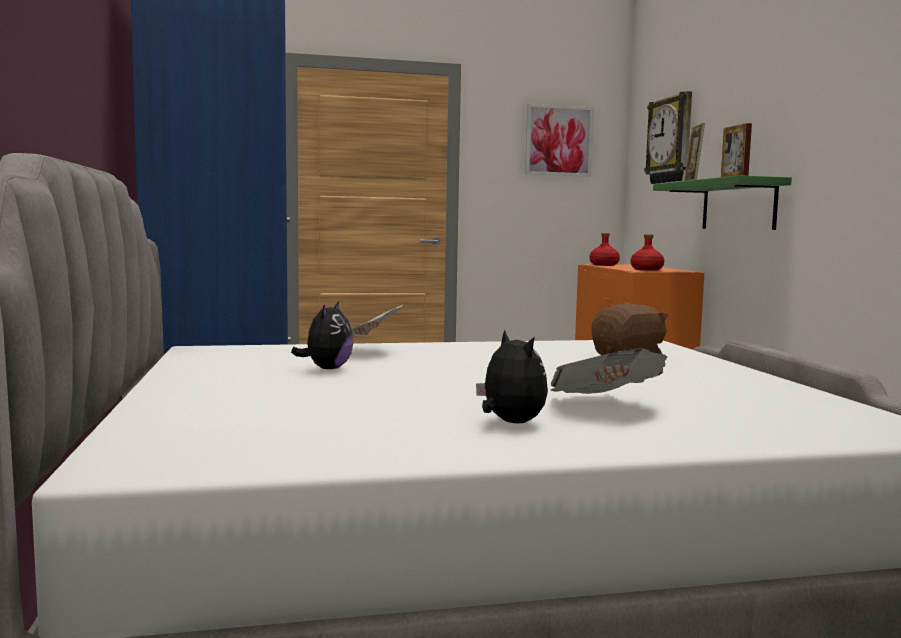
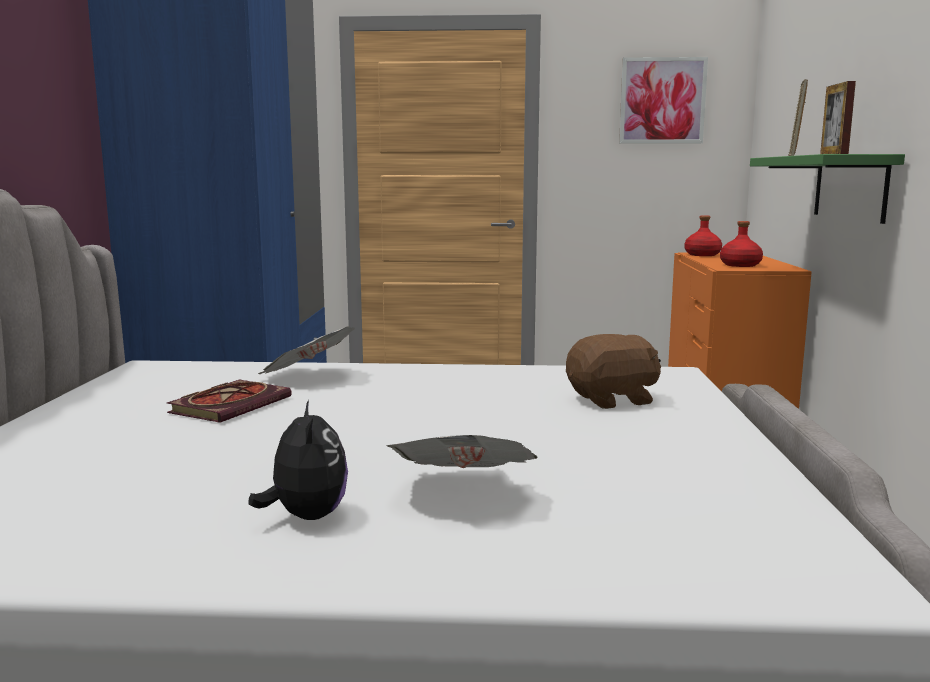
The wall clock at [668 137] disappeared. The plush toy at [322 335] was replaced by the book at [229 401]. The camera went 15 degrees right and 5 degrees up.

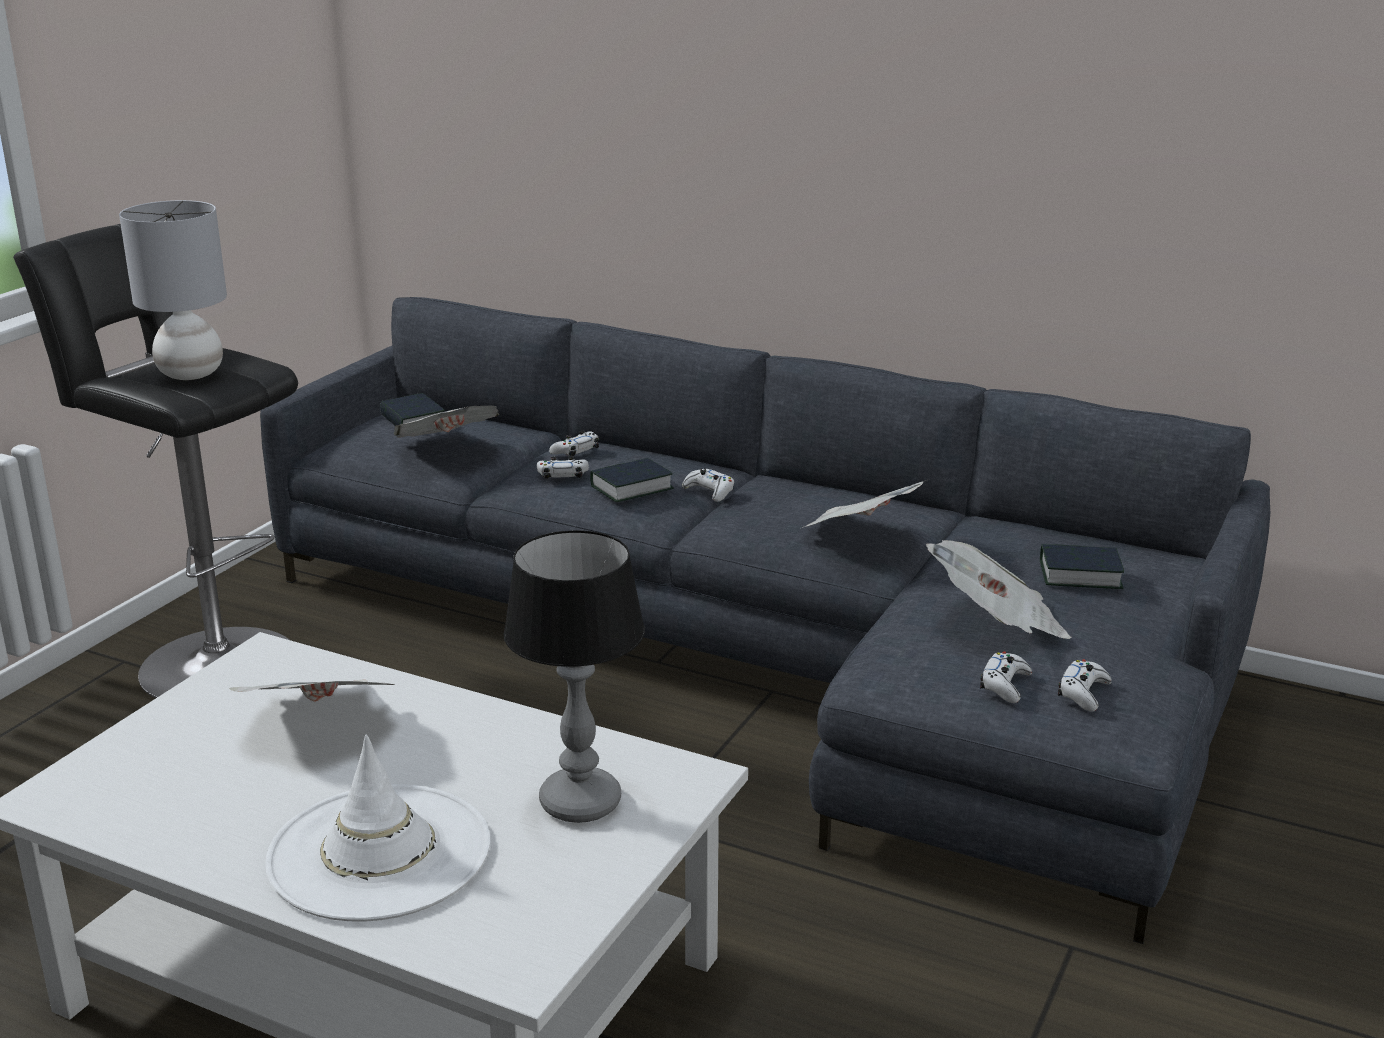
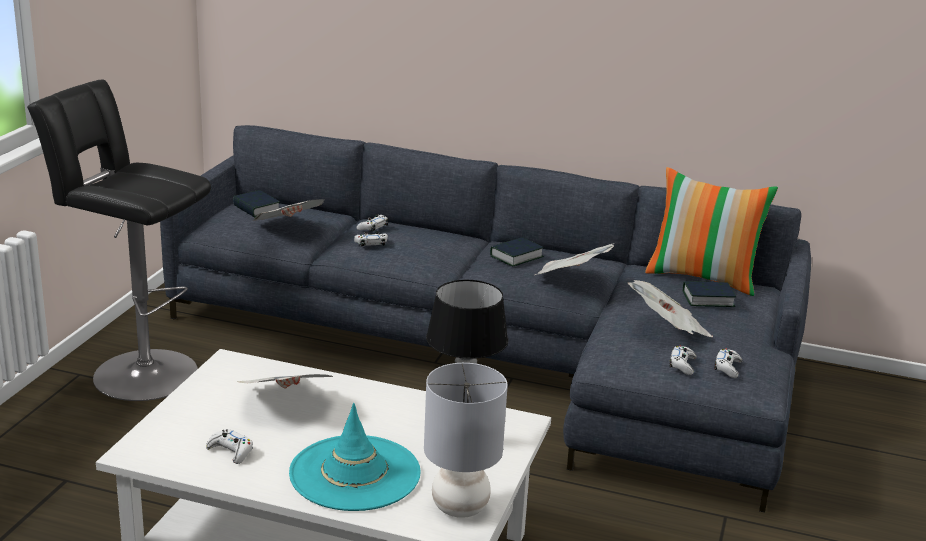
The pillow at [711 231] appeared. The table lamp/grey moved from [173 290] to [466 440]. The book moved from [632 480] to [517 251]. The game controller/white moved from [708 485] to [229 446]. The hat/white at [377 828] became the hat/turquoise at [355 457]. The camera went 10 degrees left and 0 degrees up.

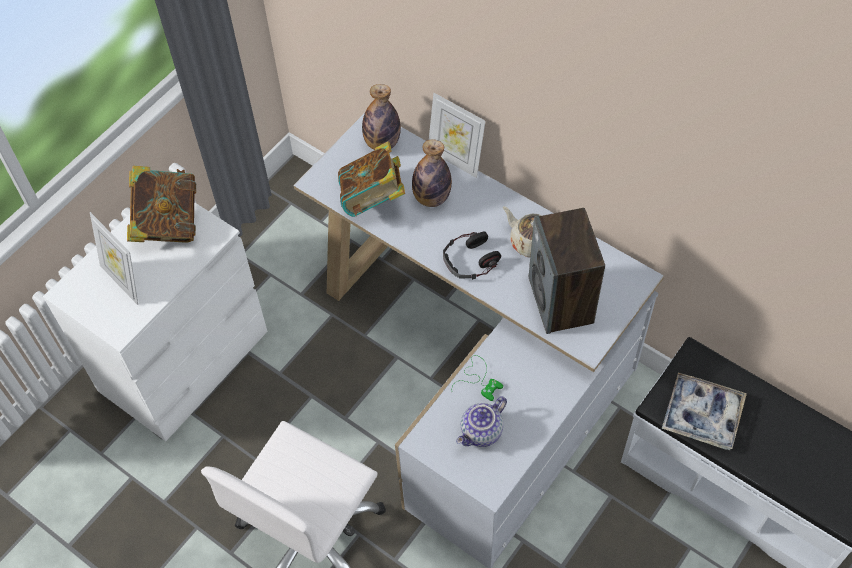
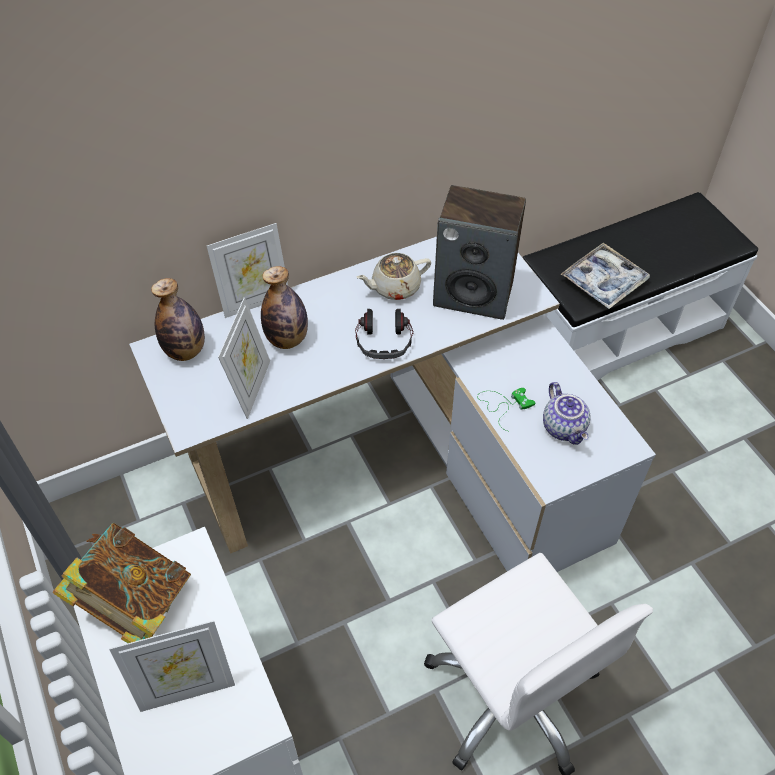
The book at [371 179] was replaced by the picture frame at [244 358]. The camera went 65 degrees left and 5 degrees down.

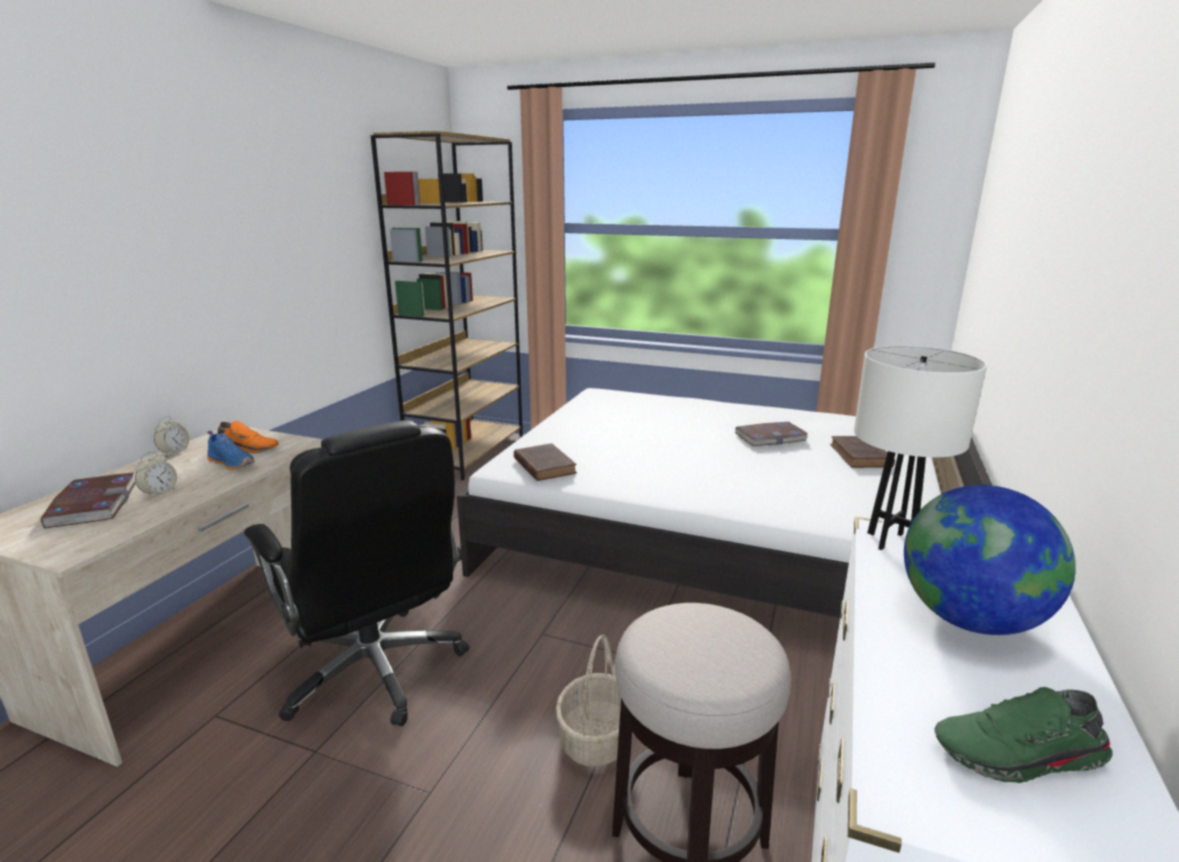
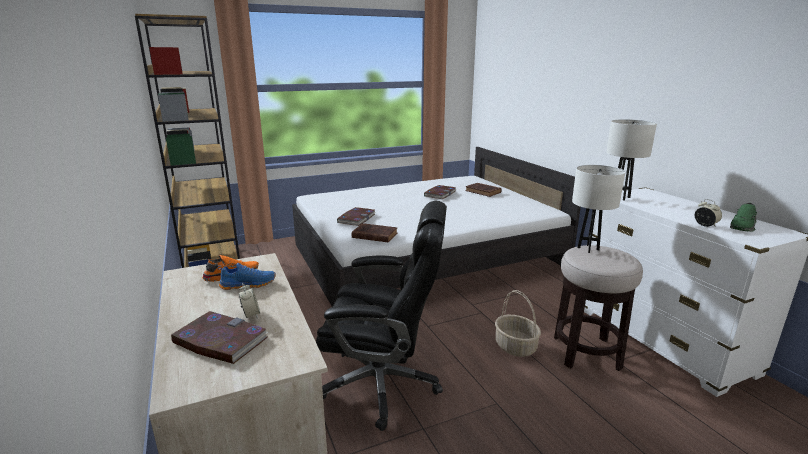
The globe at [990 560] disappeared. The book at [356 216] appeared. The table lamp/white at [598 209] appeared. The alarm clock moved from [171 436] to [708 213]. The camera went 45 degrees left and 0 degrees up.

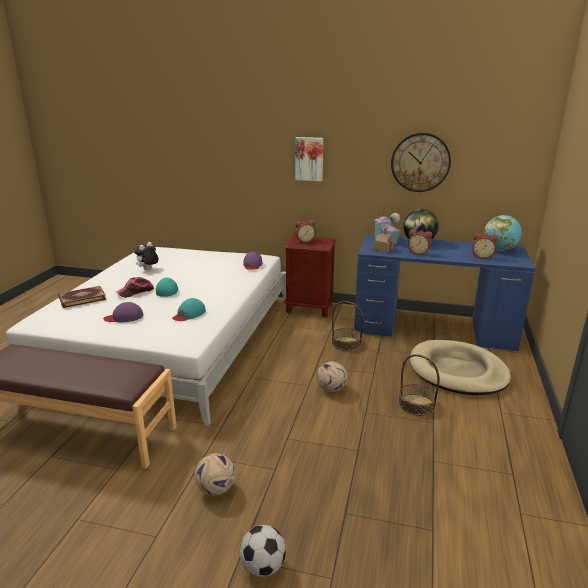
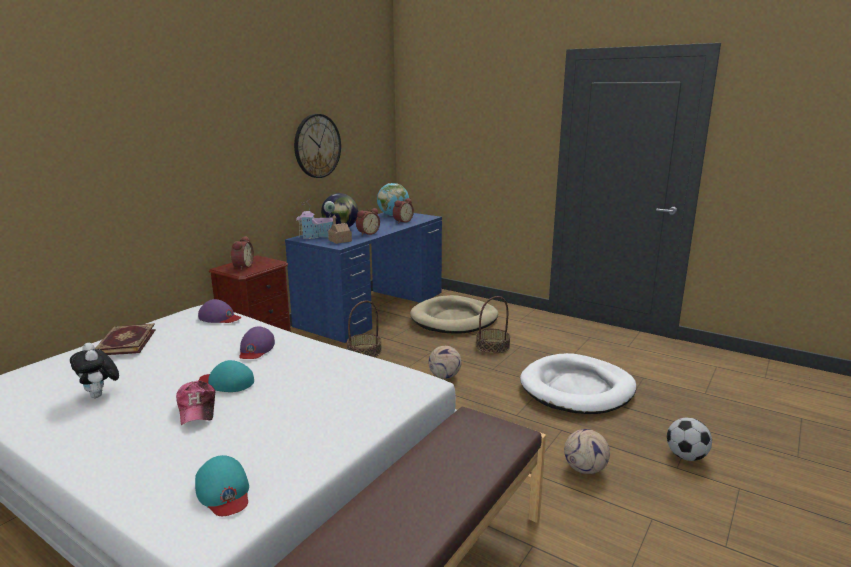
The picture at [309 159] disappeared. The dog bed/white at [578 383] appeared. The book moved from [82 297] to [125 339]. The cap/purple moved from [123 312] to [257 342]. The cap/turquoise moved from [189 309] to [222 485]. The camera went 70 degrees left and 5 degrees down.

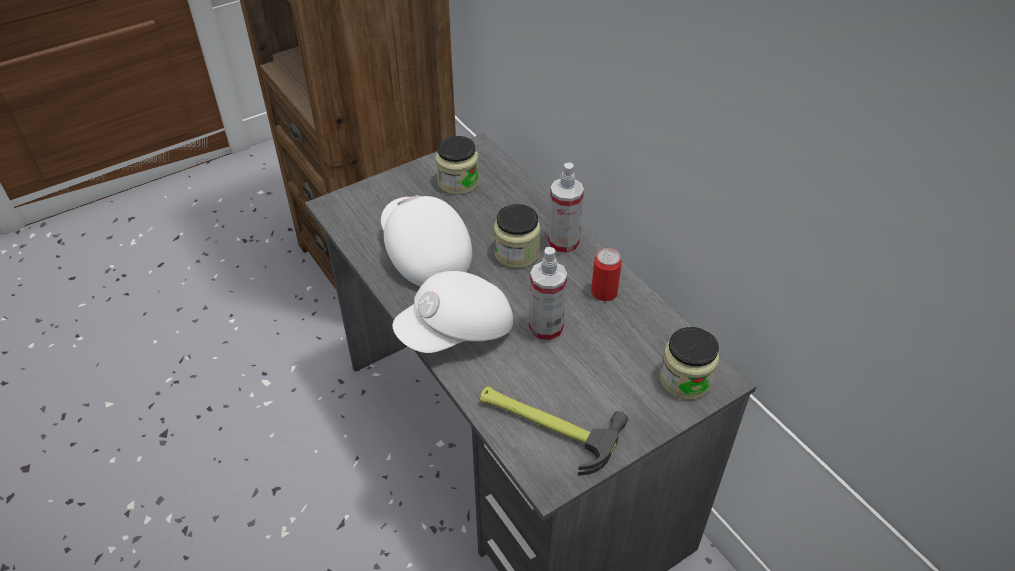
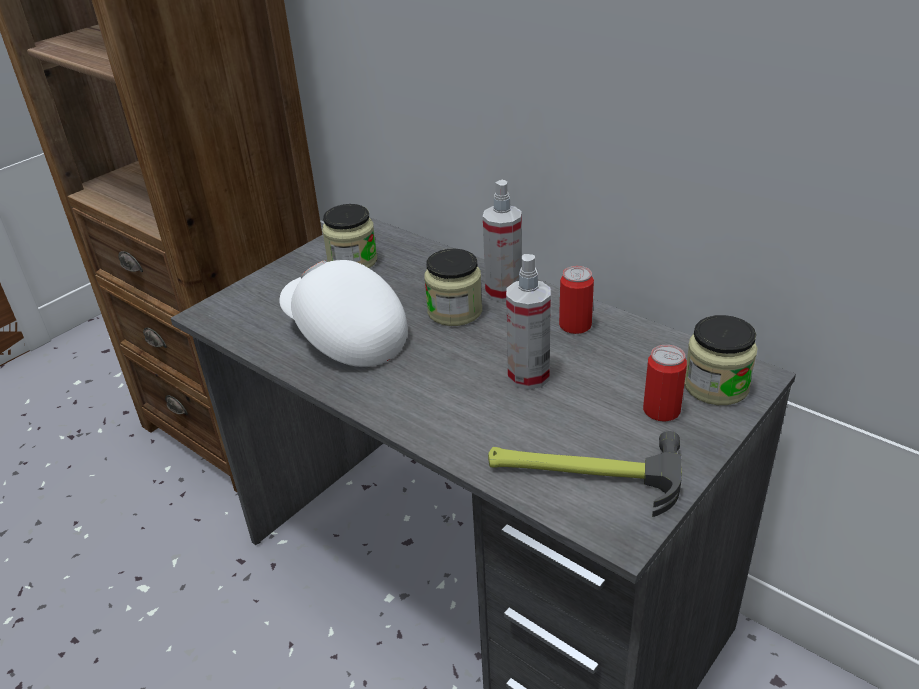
The cap/white at [453 312] disappeared. The can at [665 383] appeared. The camera went 15 degrees left and 10 degrees down.

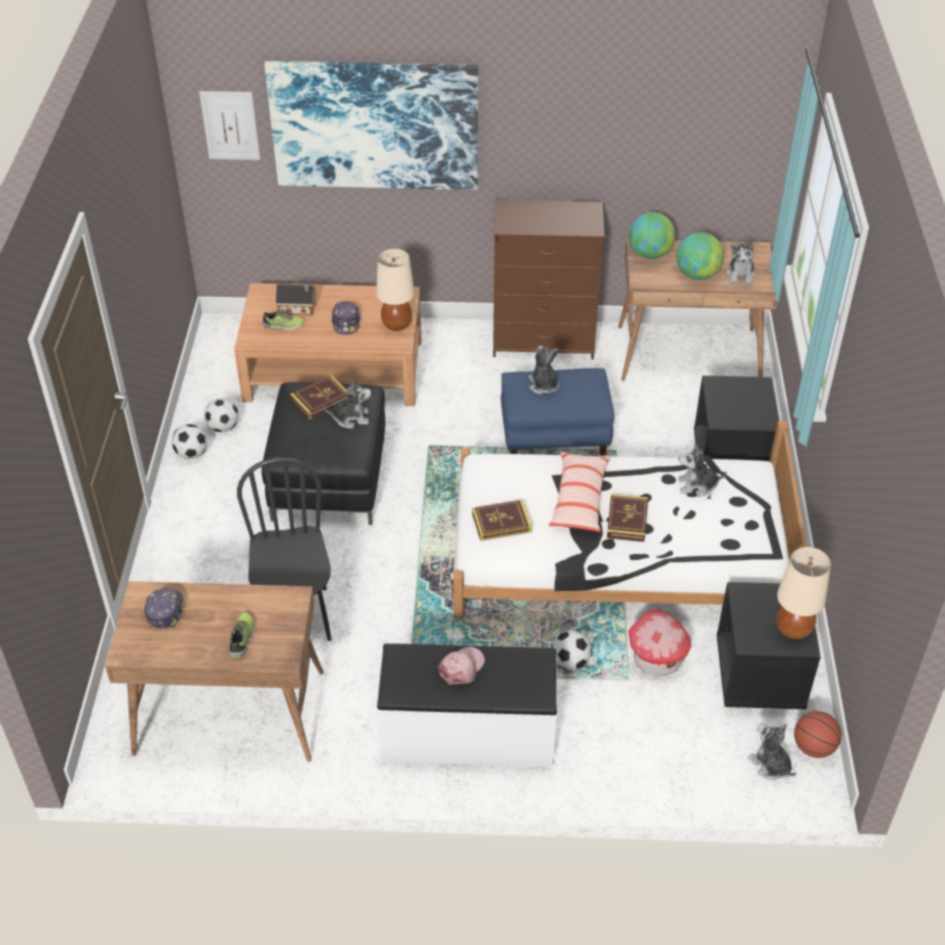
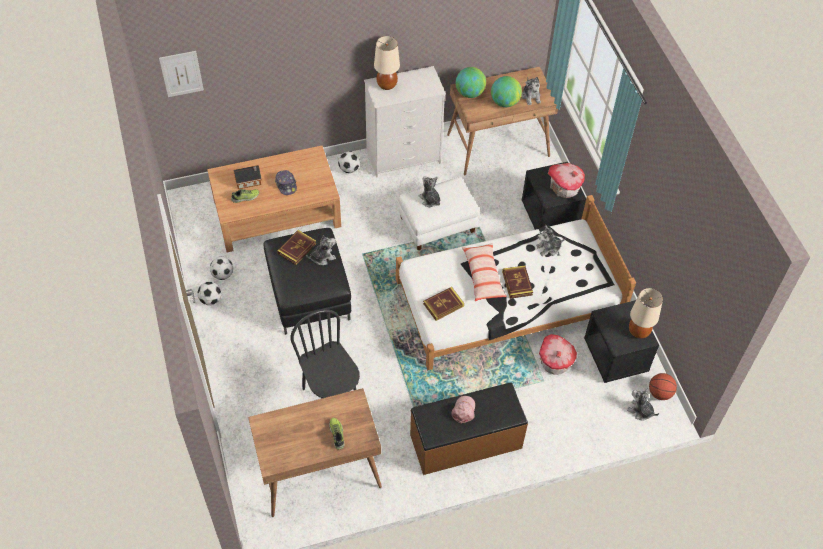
The cap at [164 608] disappeared. The picture at [371 125] disappeared. The toy house at [566 180] appeared. The table lamp/beige moved from [395 289] to [387 63]. The football moved from [572 650] to [349 162]. The bench/white at [467 705] became the bench/brown at [469 429]. The dresser/brown at [549 279] became the dresser/white at [405 122]. The ottoman/blue at [558 411] became the ottoman/white at [439 213]. The camera went 20 degrees left and 10 degrees up.

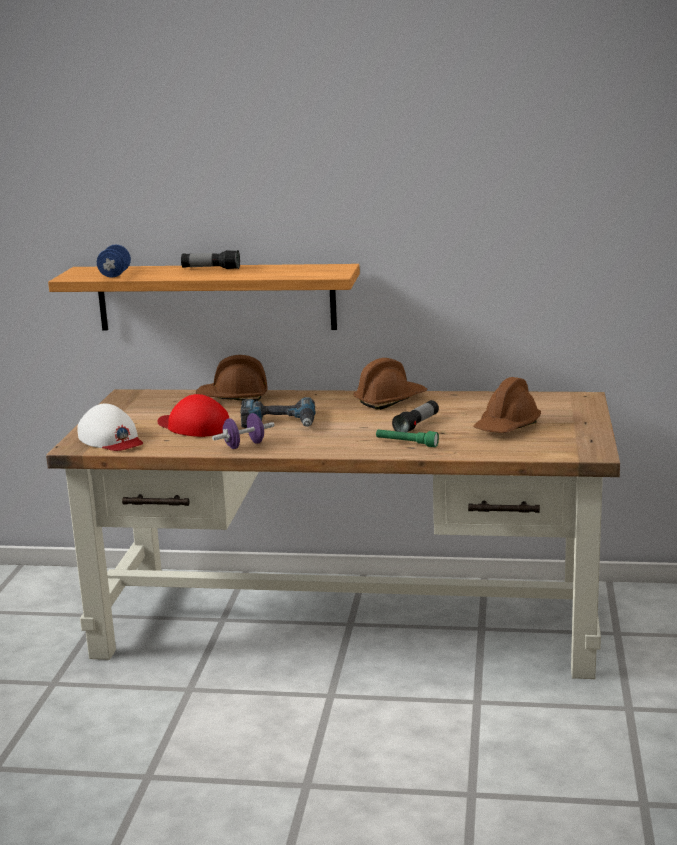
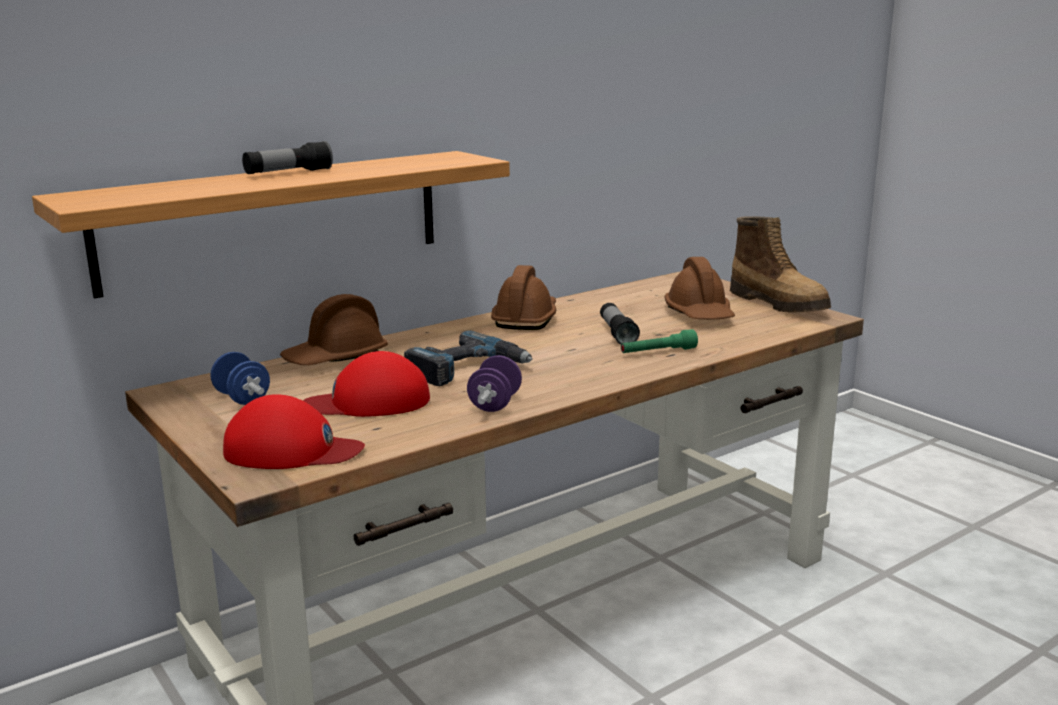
The boot at [780 264] appeared. The dumbbell/blue moved from [114 261] to [240 378]. The cap/white at [110 427] became the cap/red at [294 431]. The camera went 45 degrees left and 0 degrees up.

